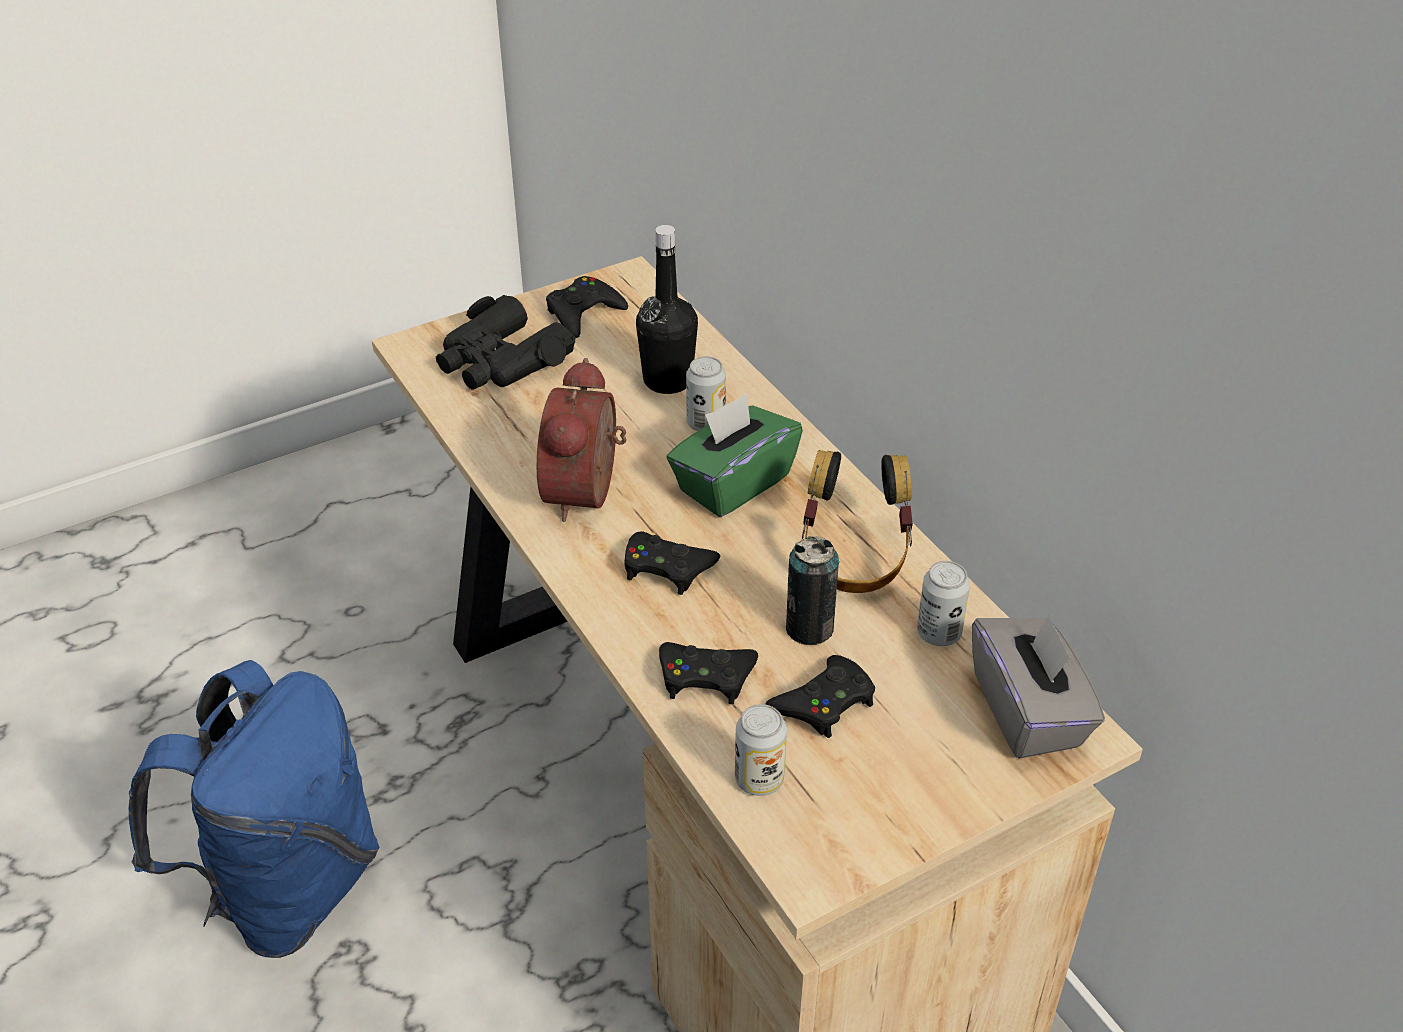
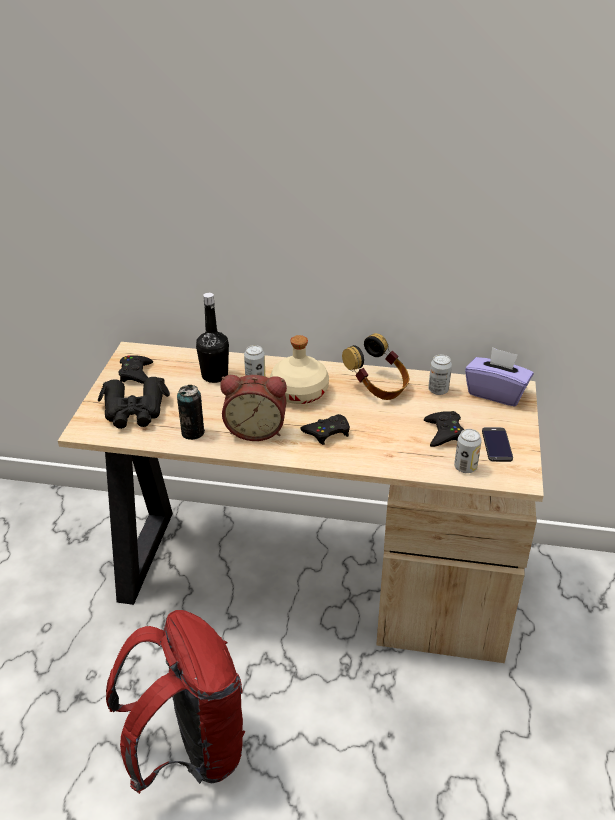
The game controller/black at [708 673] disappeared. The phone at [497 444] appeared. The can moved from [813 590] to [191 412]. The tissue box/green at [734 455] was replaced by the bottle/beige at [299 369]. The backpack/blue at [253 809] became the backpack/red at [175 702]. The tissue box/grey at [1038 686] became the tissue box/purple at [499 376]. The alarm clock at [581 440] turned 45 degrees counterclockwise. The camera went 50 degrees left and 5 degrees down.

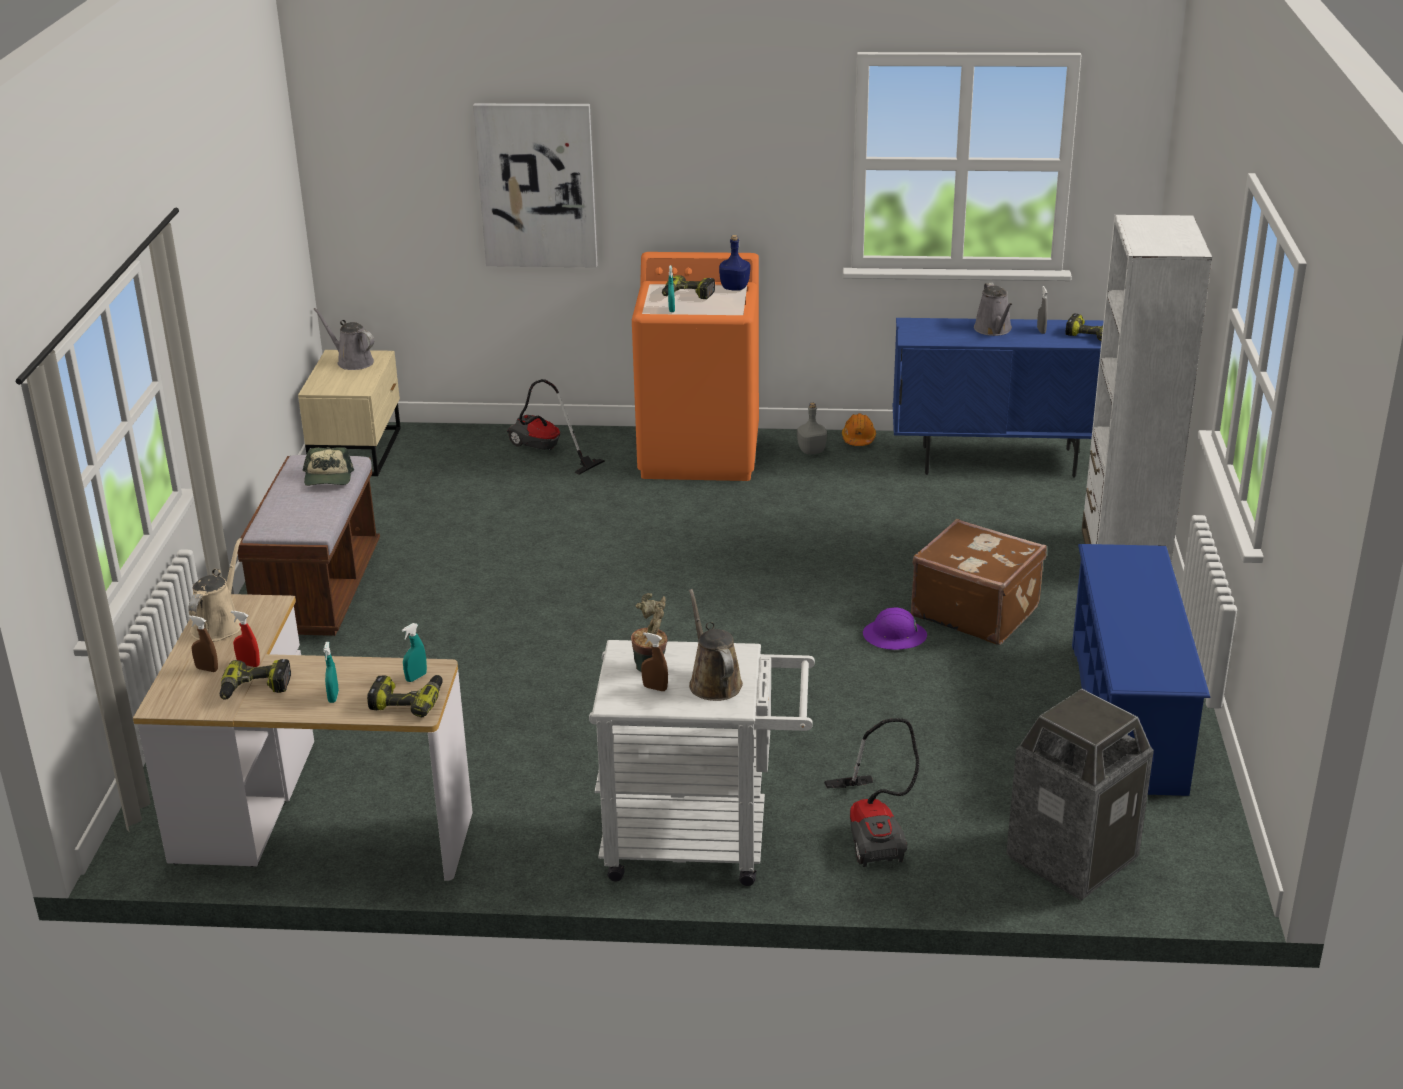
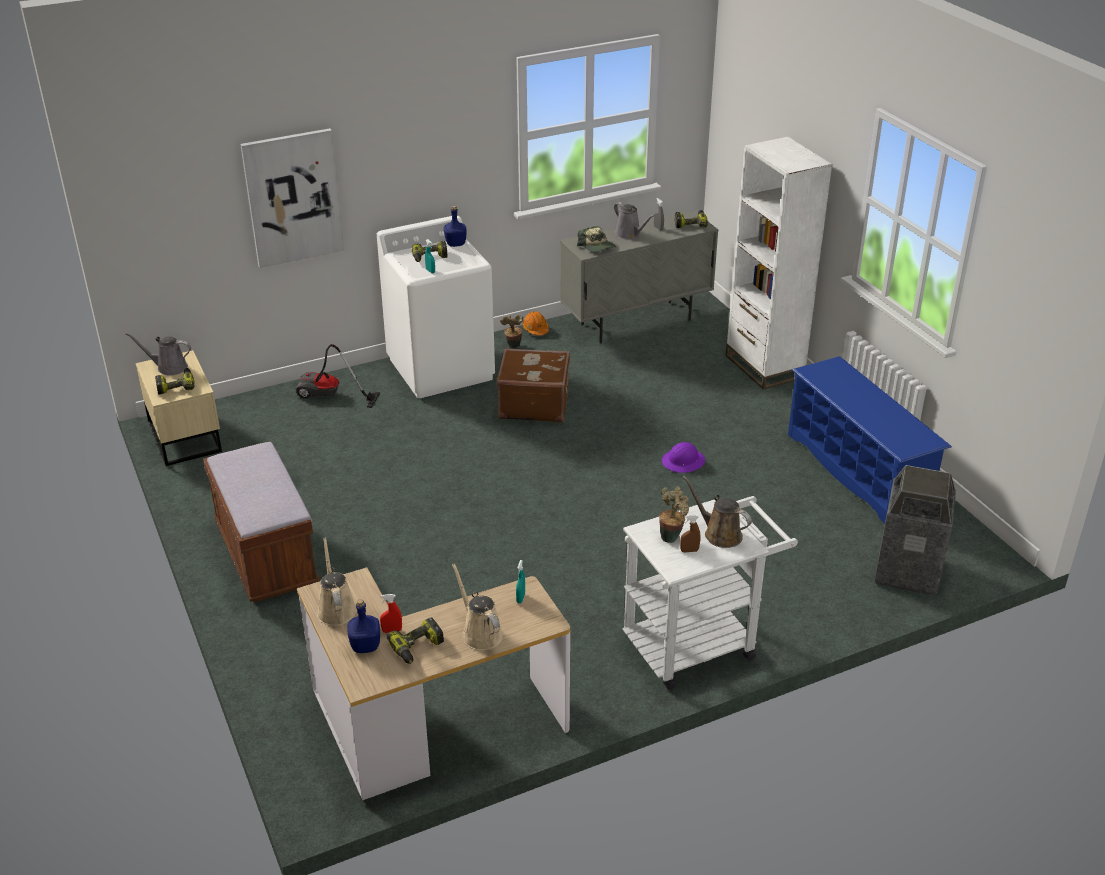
The vacuum cleaner at [871 792] disappeared. The cap moved from [328 466] to [596 239]. The power drill moved from [405 696] to [175 381]. The suitcase/brown moved from [979 582] to [533 385]. The spray bottle/brown at [203 643] was replaced by the bottle/blue at [363 626]. The spray bottle/turquoise at [331 672] was replaced by the watering can/beige at [477 606]. The bottle/grey at [812 428] was replaced by the potted plant at [511 331]. The washing machine/orange at [695 366] became the washing machine/white at [436 306]. The cabinet/blue at [998 398] became the cabinet/grey at [639 277]. The camera went 30 degrees left and 5 degrees up.

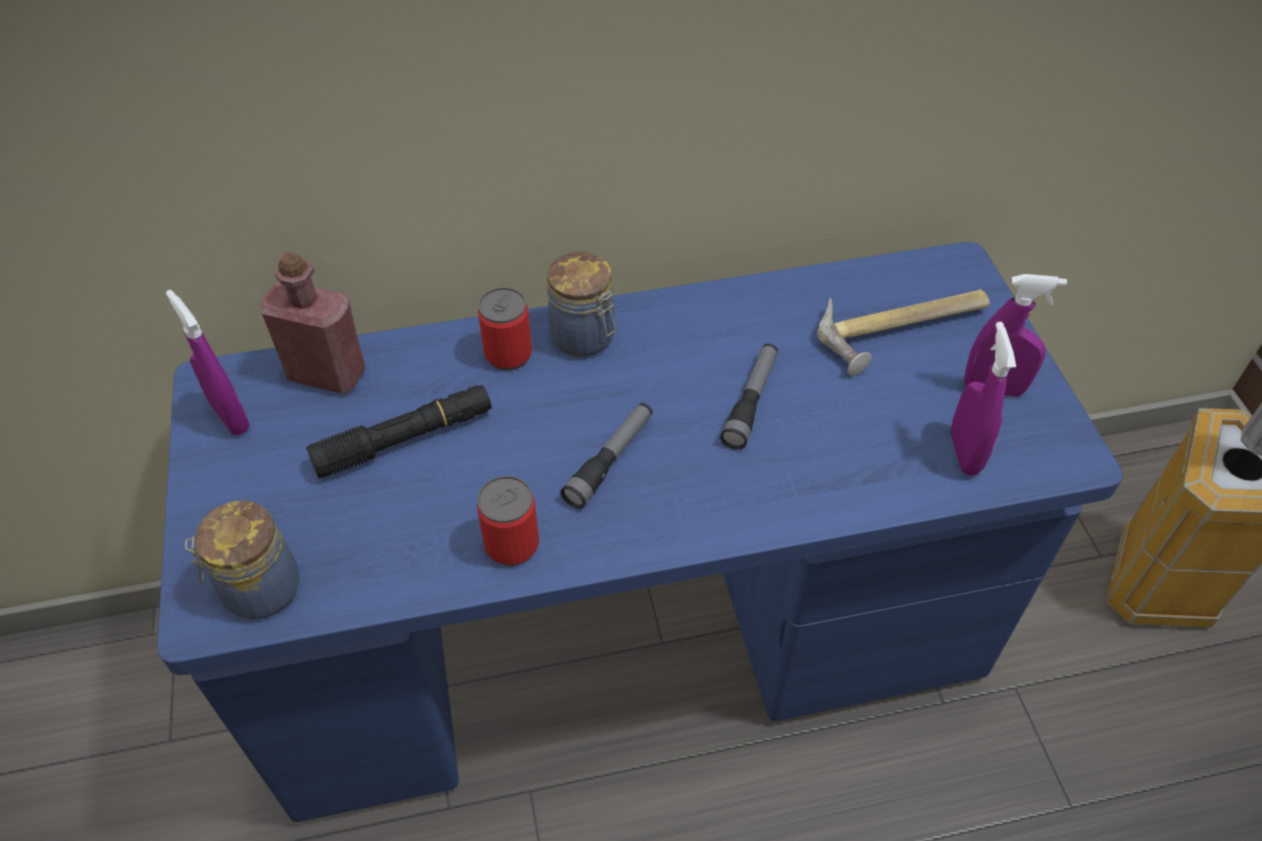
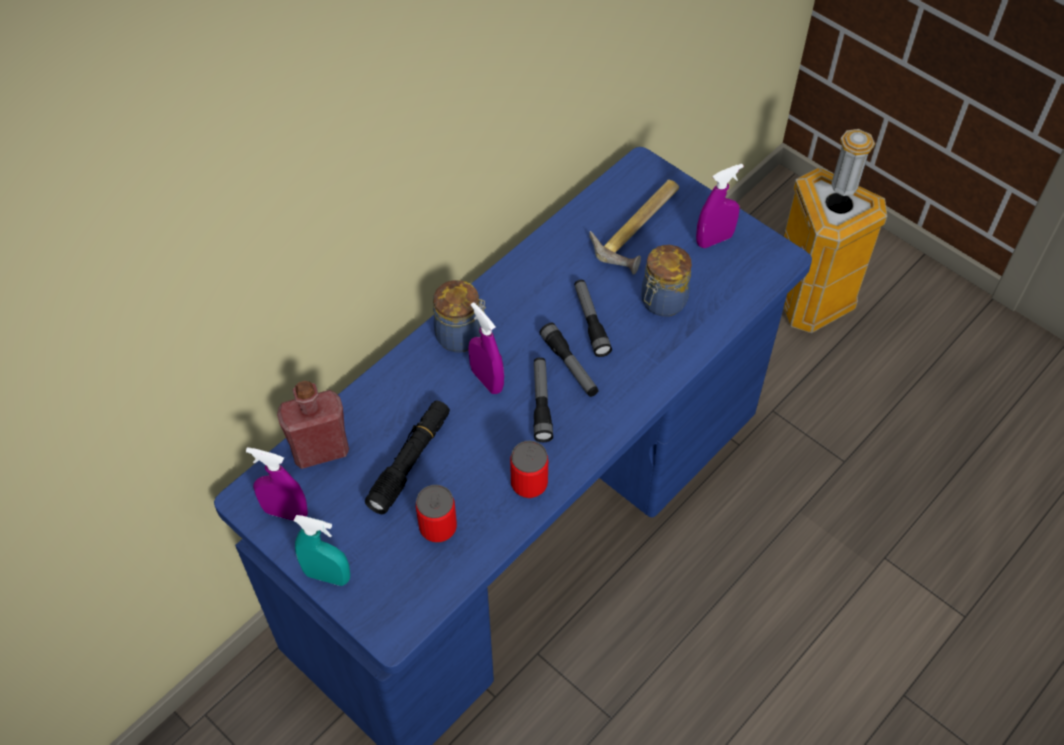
The spray bottle/turquoise at [322 550] appeared. The flashlight at [569 360] appeared. The jar moved from [242 560] to [666 280]. The can moved from [505 328] to [436 514]. The spray bottle/purple moved from [983 399] to [486 348]. The camera went 35 degrees left and 5 degrees up.

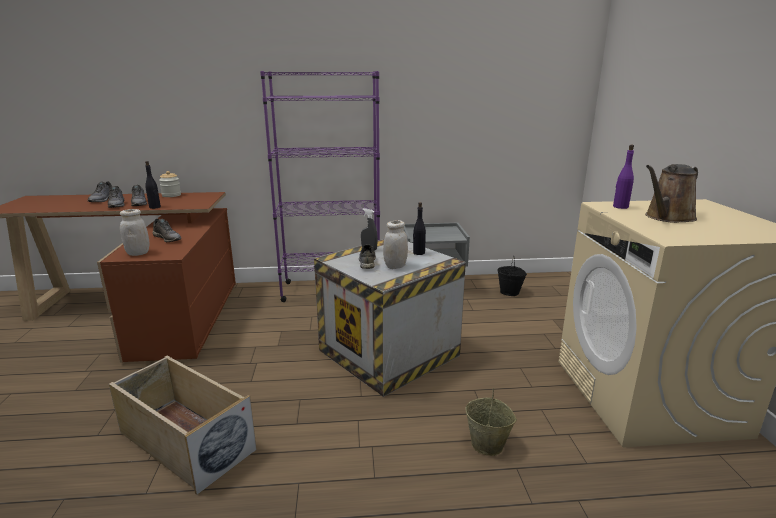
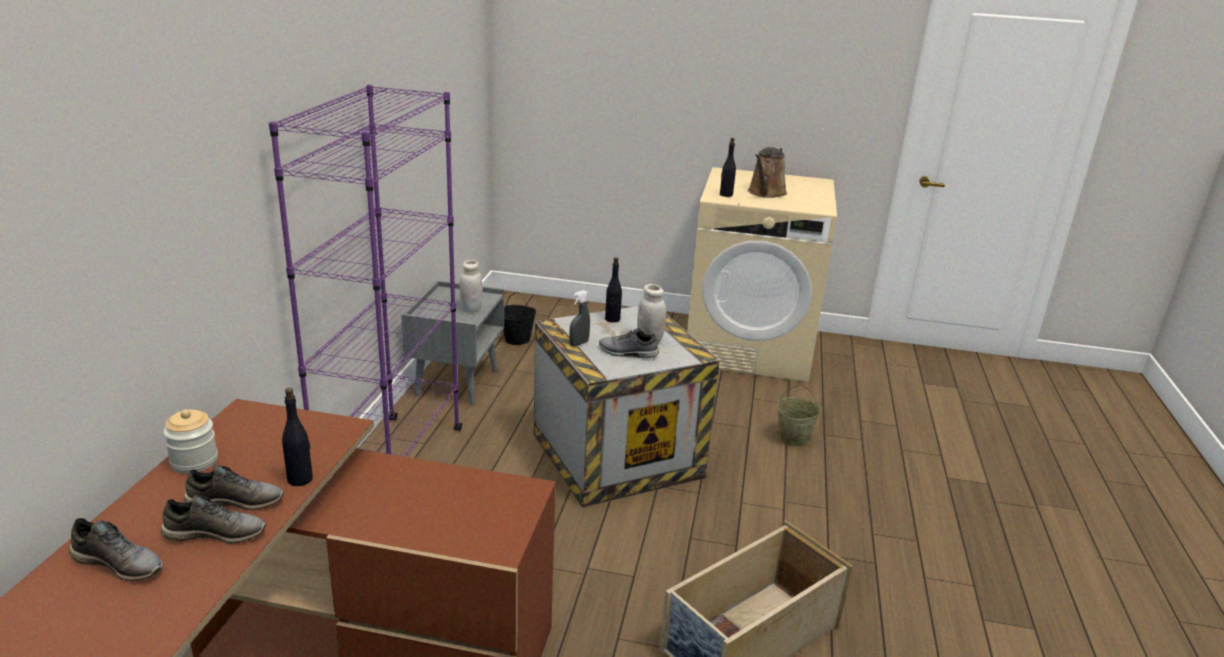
The shoe/grey at [167 230] disappeared. The jar/white moved from [134 232] to [471 286]. The bottle/purple at [623 177] became the bottle/black at [728 167]. The watering can/brown at [671 193] turned 45 degrees clockwise. The camera went 75 degrees left and 5 degrees up.

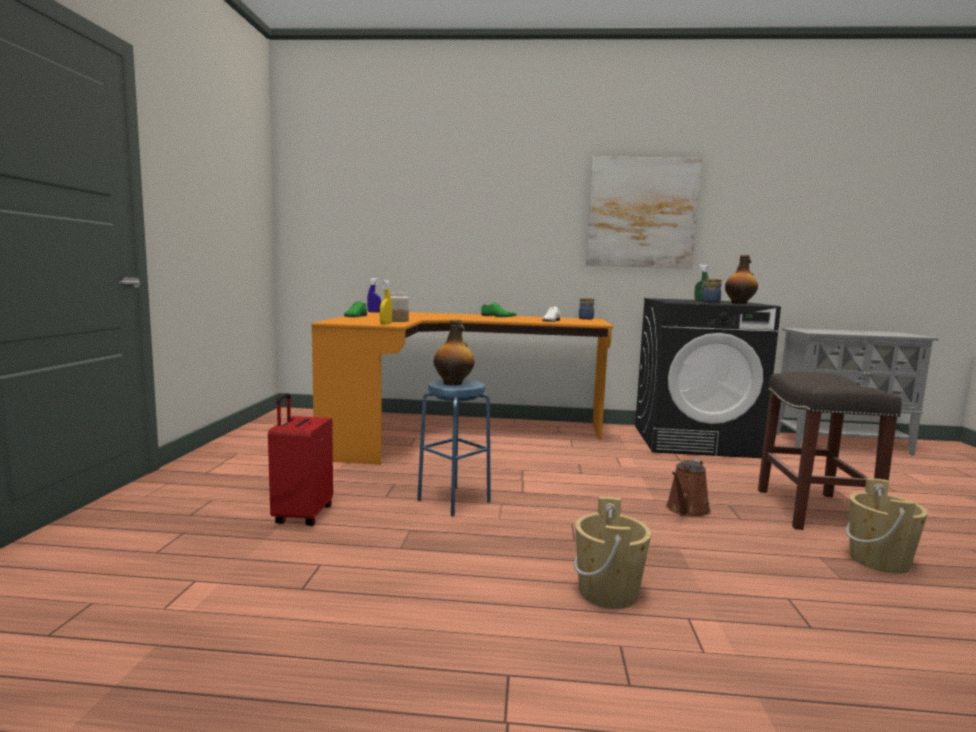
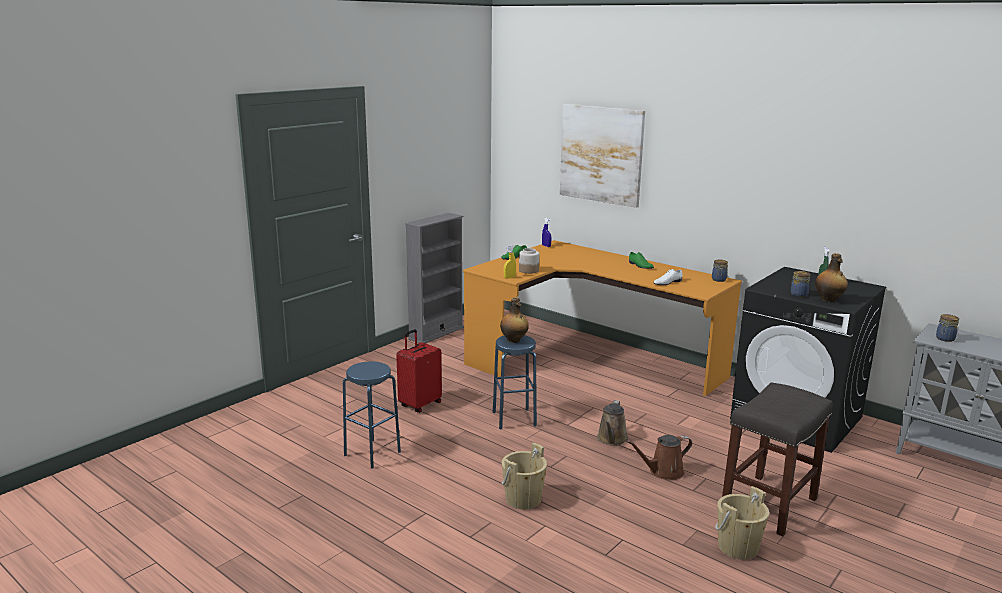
The stool/blue at [372 415] appeared. The bookcase/grey at [434 278] appeared. The watering can/brown at [612 423] appeared. The jar at [947 328] appeared. The picture moved from [644 212] to [602 156]. The camera went 35 degrees right and 10 degrees up.

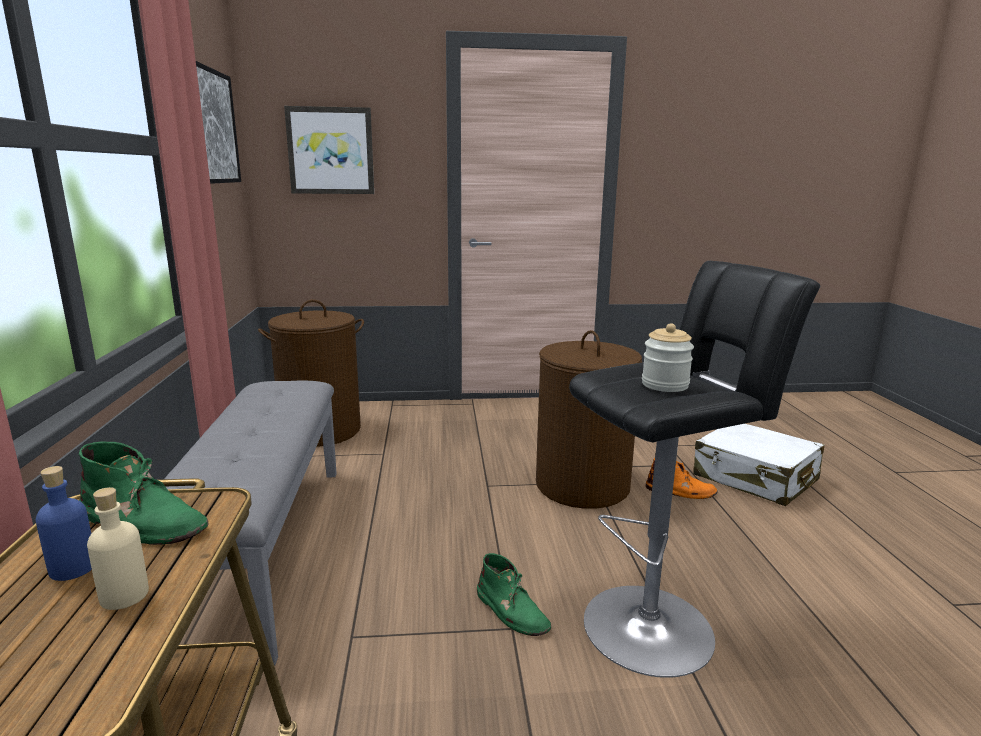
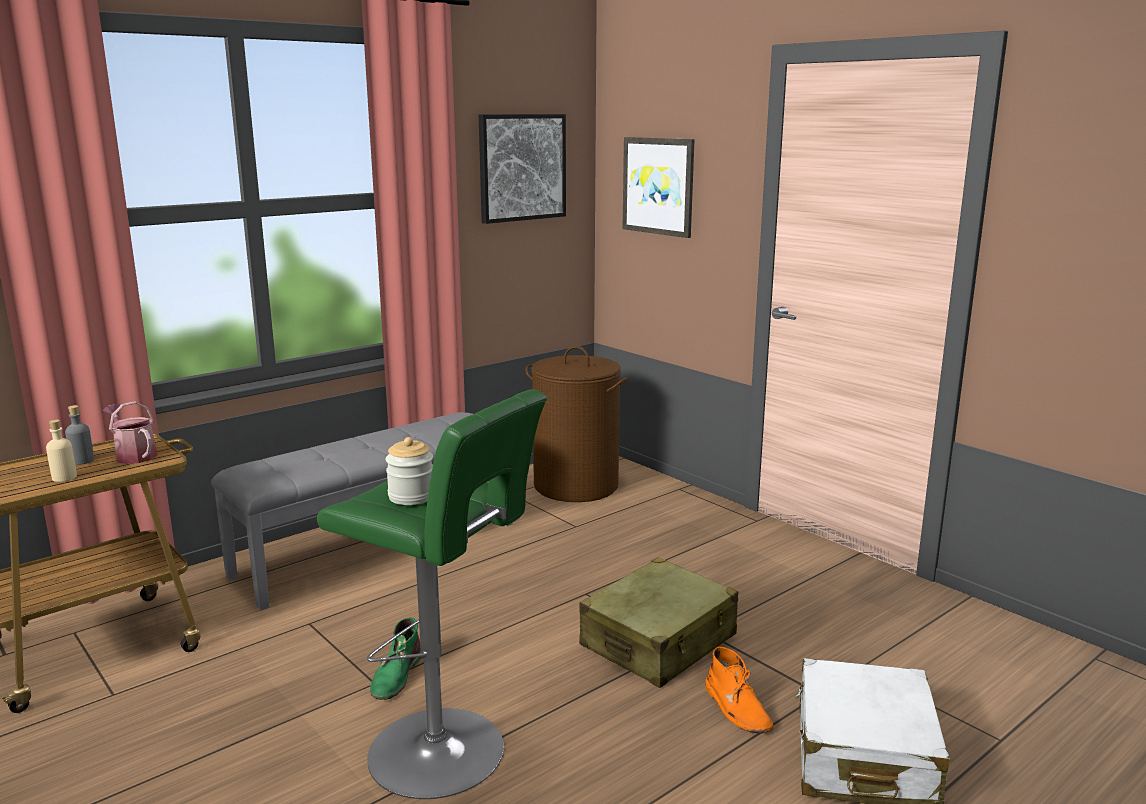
The boot/green at [143 493] was replaced by the watering can at [130 432]. The laundry basket/brown at [589 419] was replaced by the suitcase/beige at [658 623]. The bottle/blue at [64 523] became the bottle/grey at [79 435]. The stool/black at [694 469] became the stool/green at [432 594]. The camera went 55 degrees right and 0 degrees up.

